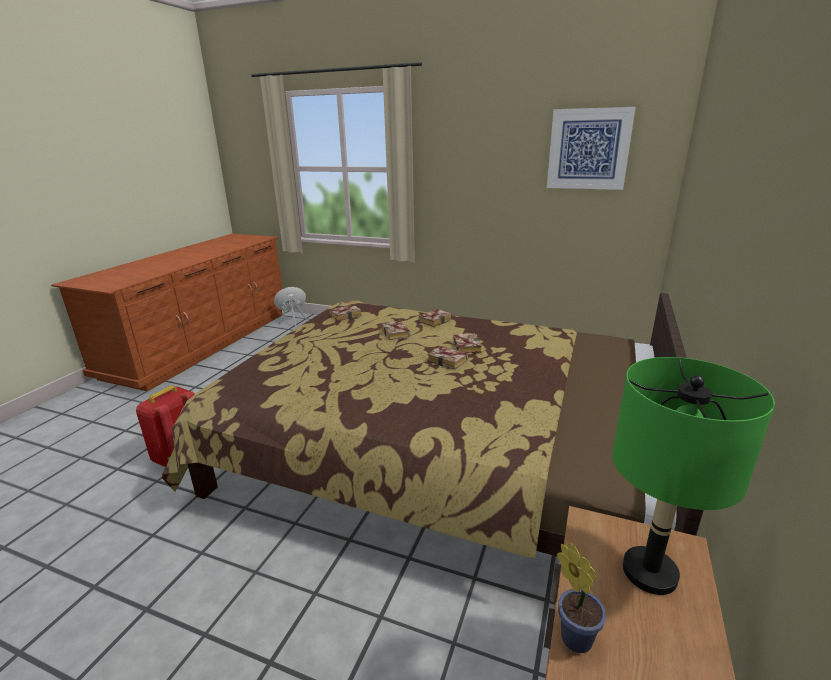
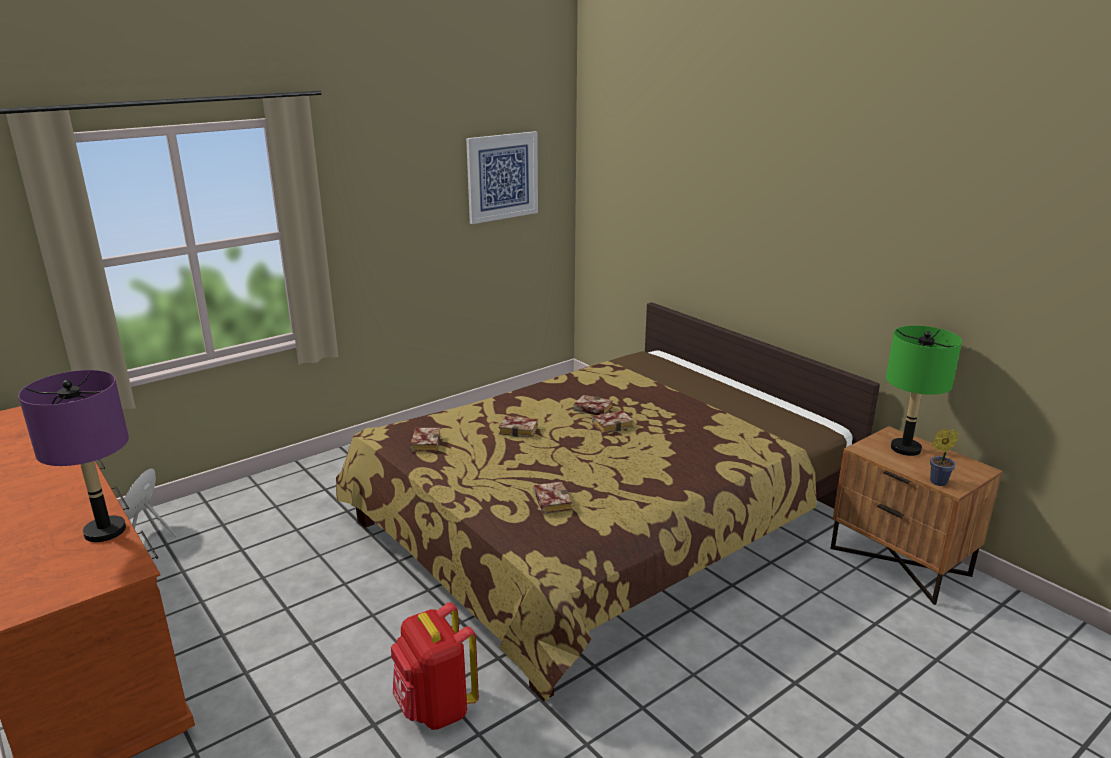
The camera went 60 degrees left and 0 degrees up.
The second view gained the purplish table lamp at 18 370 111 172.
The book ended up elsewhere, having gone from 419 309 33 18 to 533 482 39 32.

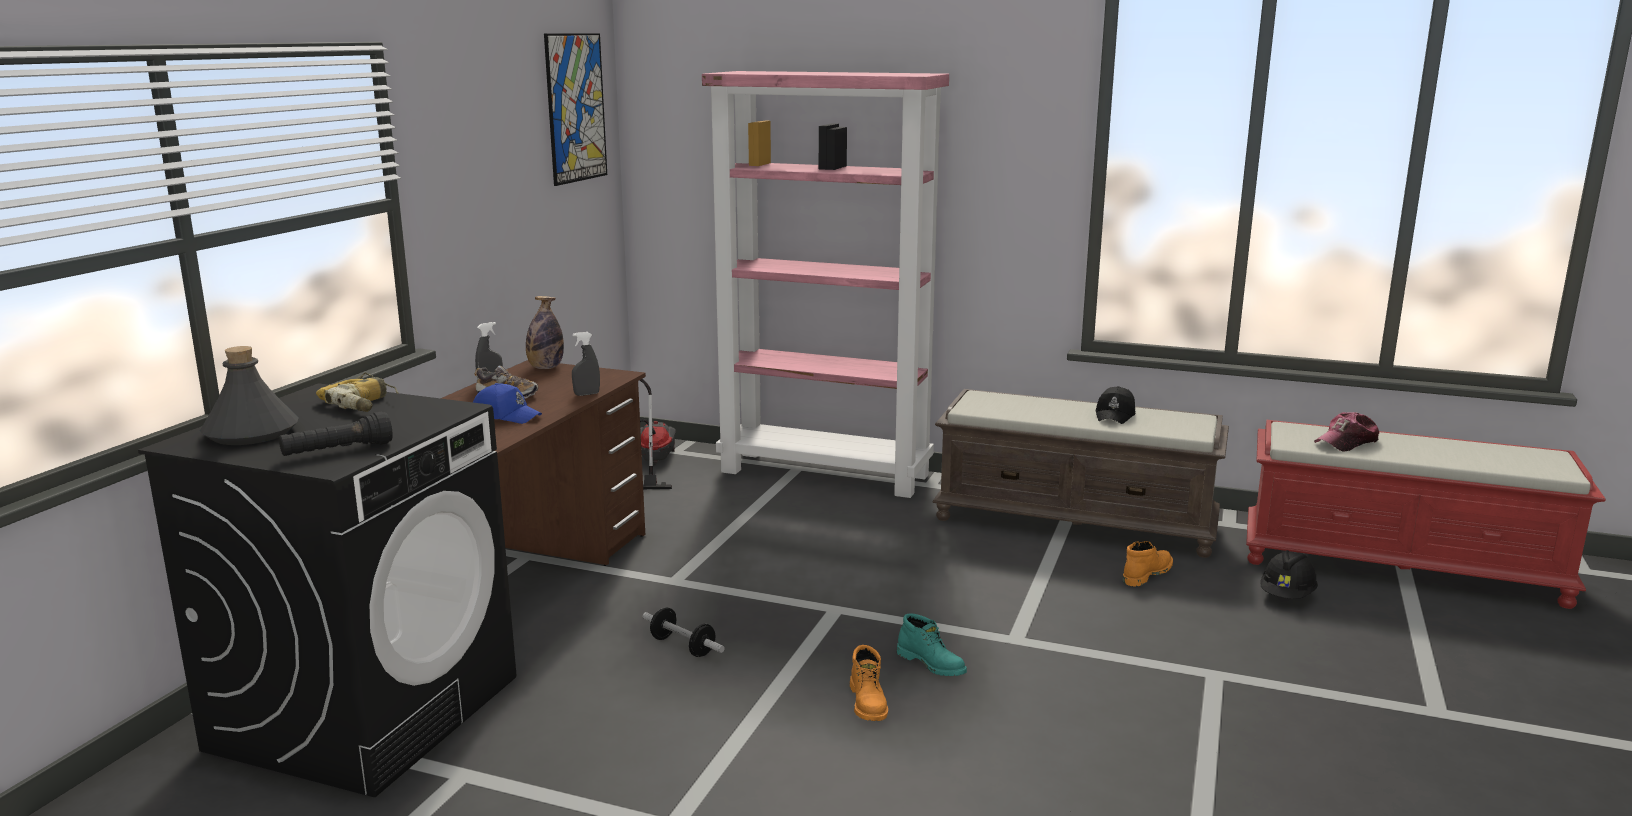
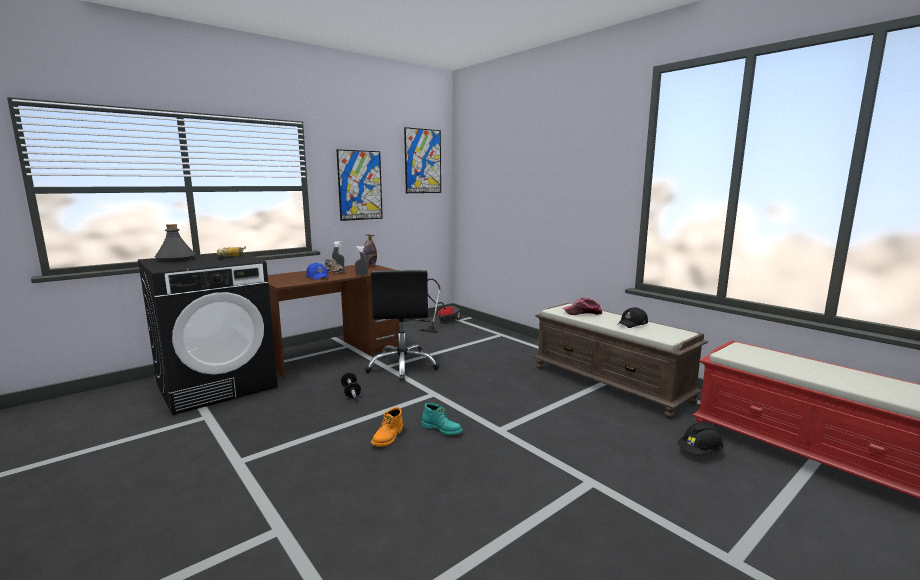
The camera went 30 degrees right and 5 degrees down.
The second view lost the black hand torch at 279 412 114 44.
The second view lost the pink-coloured bookcase at 702 71 247 427.
The second view lost the orange-coloured high-top boot at 1123 541 50 45.
The second view gained the wall art at 336 149 47 72.
The second view gained the black computer chair at 365 270 74 111.
The baseball cap ended up elsewhere, having gone from 1314 412 65 40 to 563 298 40 17.
The blue-green high-top boot at 897 613 70 63 ended up facing another way, 45 degrees counterclockwise from before.

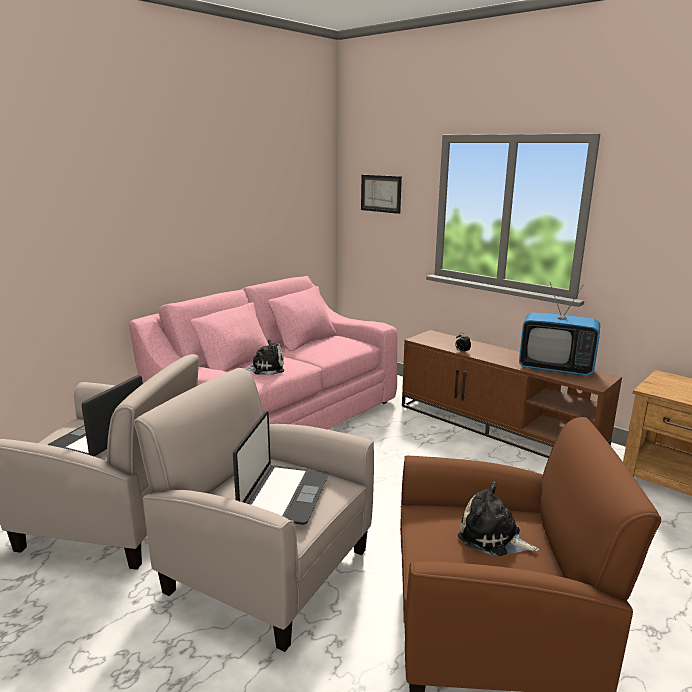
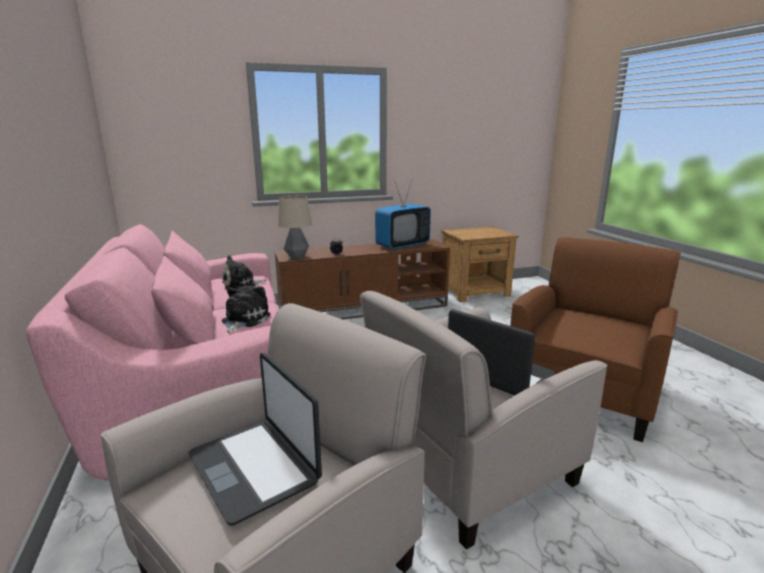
The camera went 60 degrees left and 0 degrees up.
The second view lost the wall art at 361 175 41 39.
The second view gained the table lamp at 278 196 34 63.
The soft toy ended up elsewhere, having gone from 458 481 81 75 to 222 255 45 34.

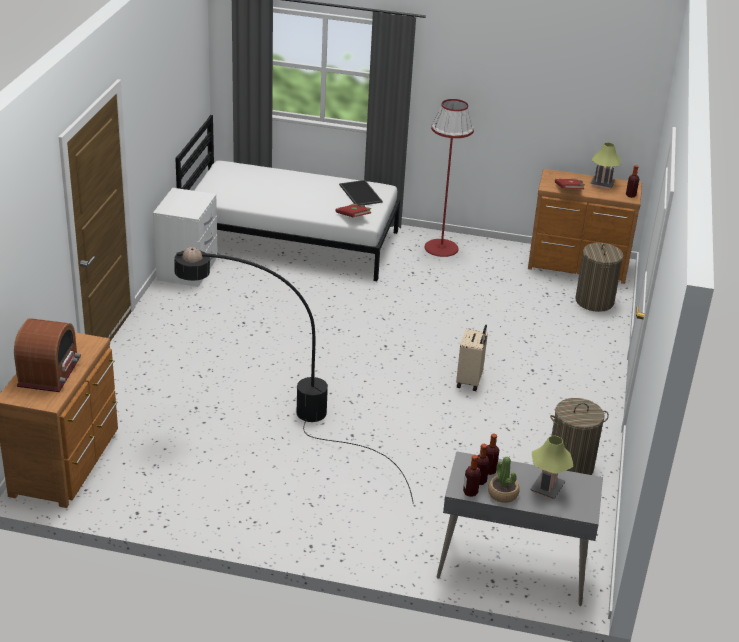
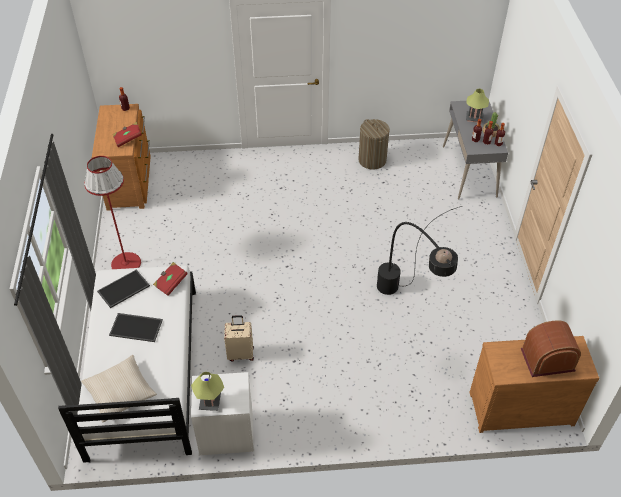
The camera went 105 degrees left and 15 degrees up.
The second view lost the hamper at 575 242 48 70.
The second view gained the beige-coloured cushion at 81 355 76 68.
The second view gained the carrying tray at 109 313 54 29.
The beige-coloured suitcase ended up elsewhere, having gone from 456 325 32 66 to 224 315 30 46.
The table lamp ended up elsewhere, having gone from 590 142 31 47 to 191 372 33 39.

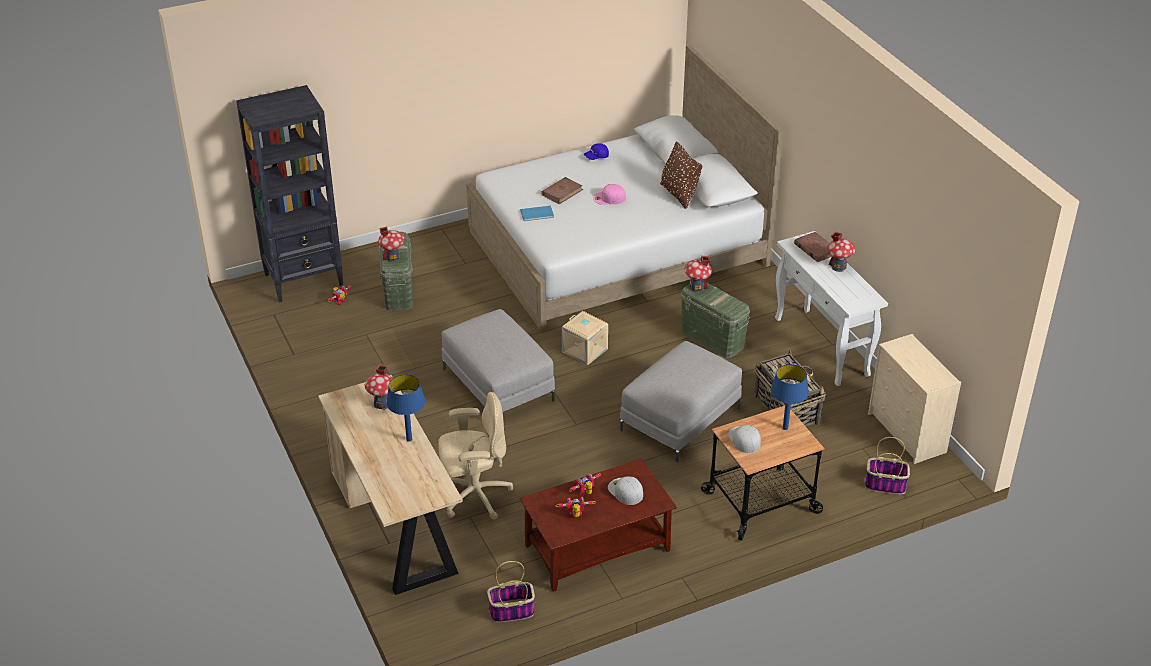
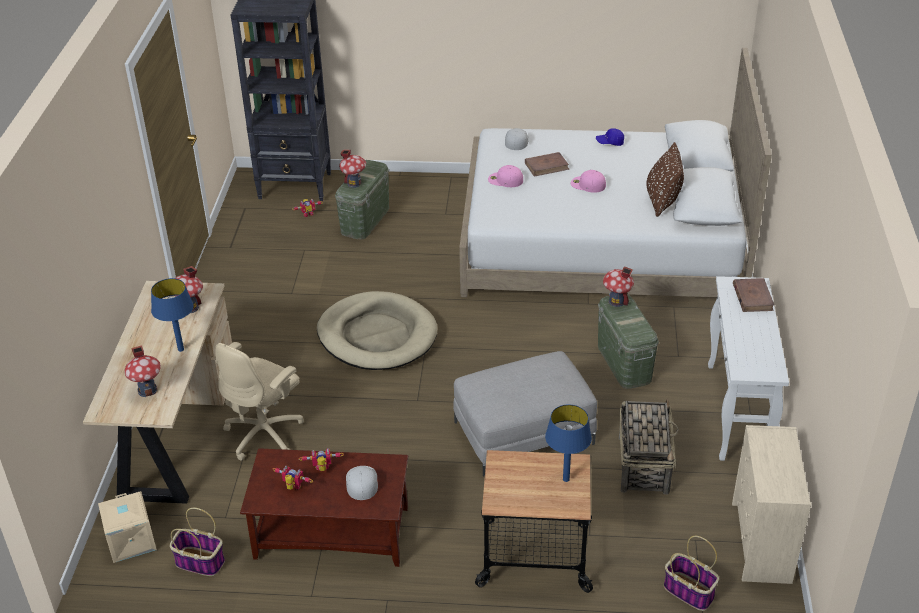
The camera went 30 degrees right and 0 degrees up.
The beige-coloured storage box ended up elsewhere, having gone from 562 311 46 55 to 98 491 59 72.
The whitish baseball cap ended up elsewhere, having gone from 728 425 33 28 to 505 128 24 22.
The toy house ended up elsewhere, having gone from 827 231 29 41 to 125 345 36 52.
Where the gray ottoman stood at 442 309 113 103, the beige-coloured dog bed came to stand at 317 291 121 79.
Where the blue book stood at 520 206 34 15, the pink-coloured baseball cap came to stand at 488 165 35 22.
The beige-coloured computer chair at 438 392 75 128 ended up facing another way, 105 degrees clockwise from before.

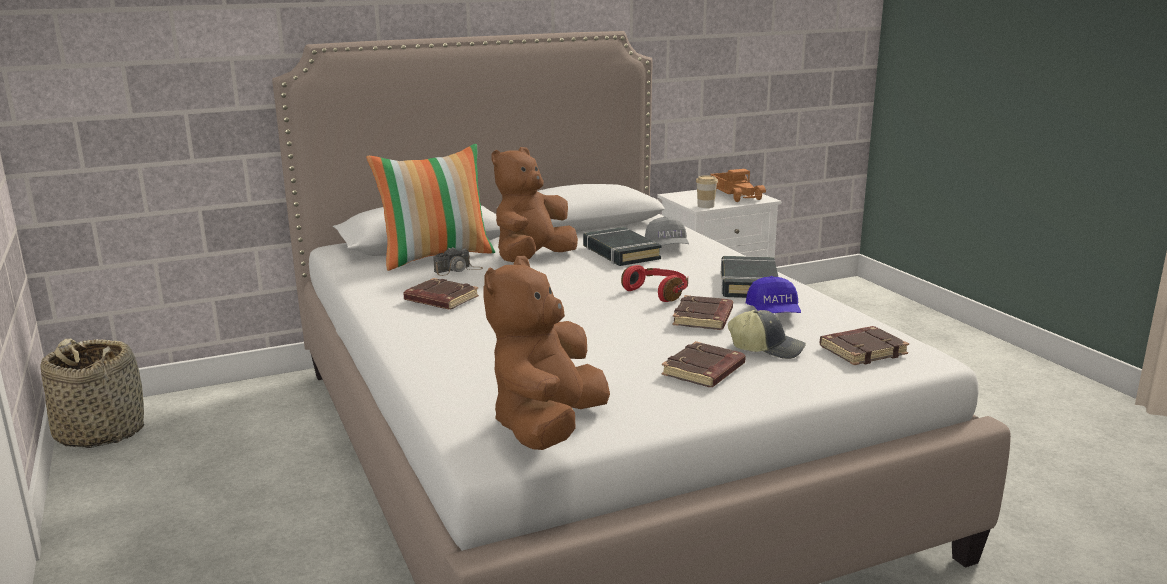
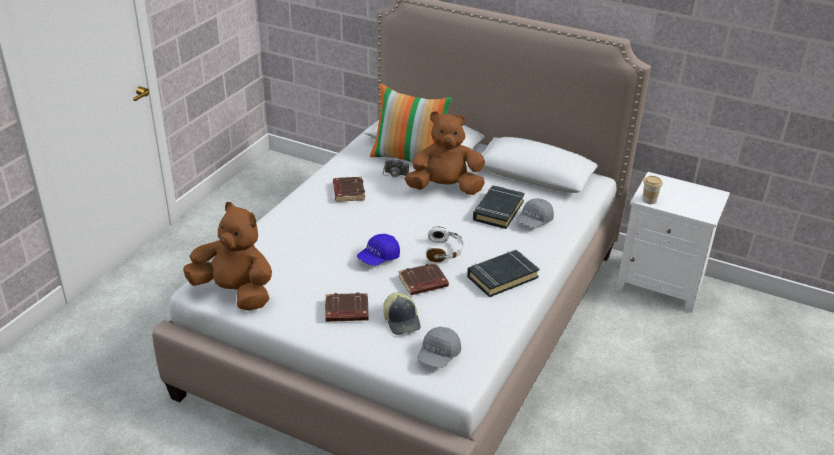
The camera went 50 degrees right and 15 degrees up.
The second view lost the basket at 41 338 103 110.
The second view lost the model truck at 710 169 56 33.
The blue baseball cap ended up elsewhere, having gone from 746 276 55 37 to 357 234 43 32.
Where the brown book stood at 820 326 89 39, the gray baseball cap came to stand at 417 327 44 41.
What was the red headphones at 621 265 67 37 turned into the whitish headphones at 426 227 37 35.
The brown soft toy at 483 256 127 194 ended up facing another way, 45 degrees clockwise from before.

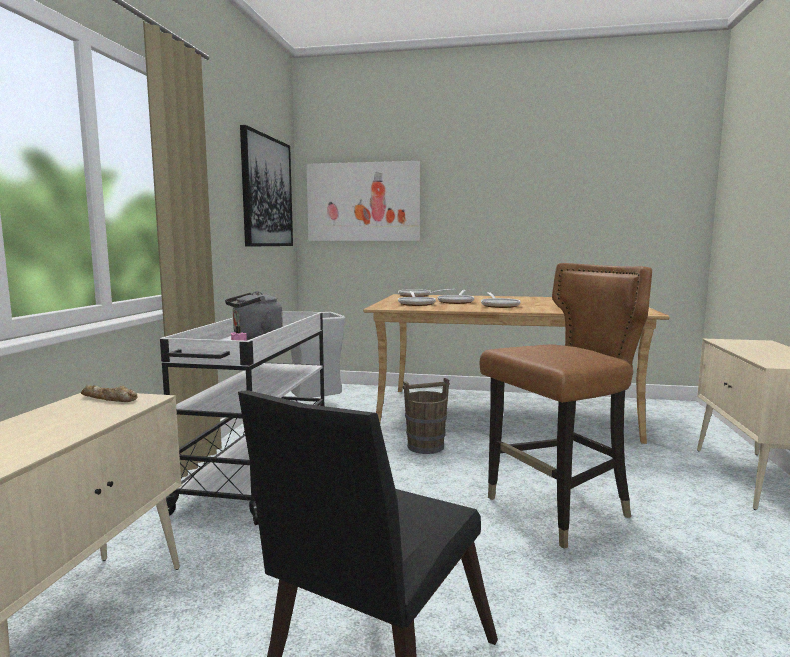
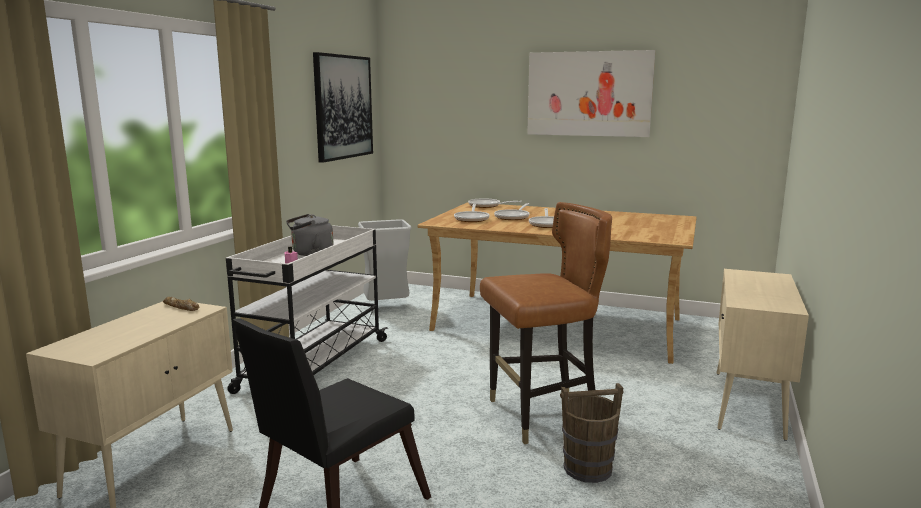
The camera went 10 degrees right and 5 degrees up.
The wall art ended up elsewhere, having gone from 307 161 113 80 to 527 50 128 87.
The brown water bucket ended up elsewhere, having gone from 403 378 47 76 to 560 383 64 100.

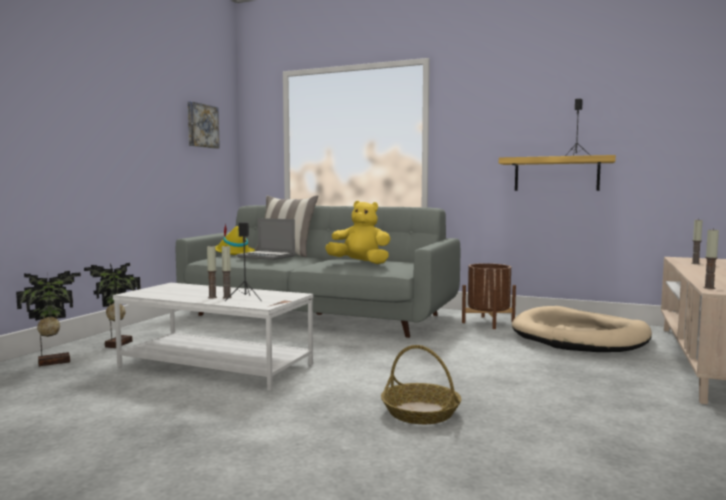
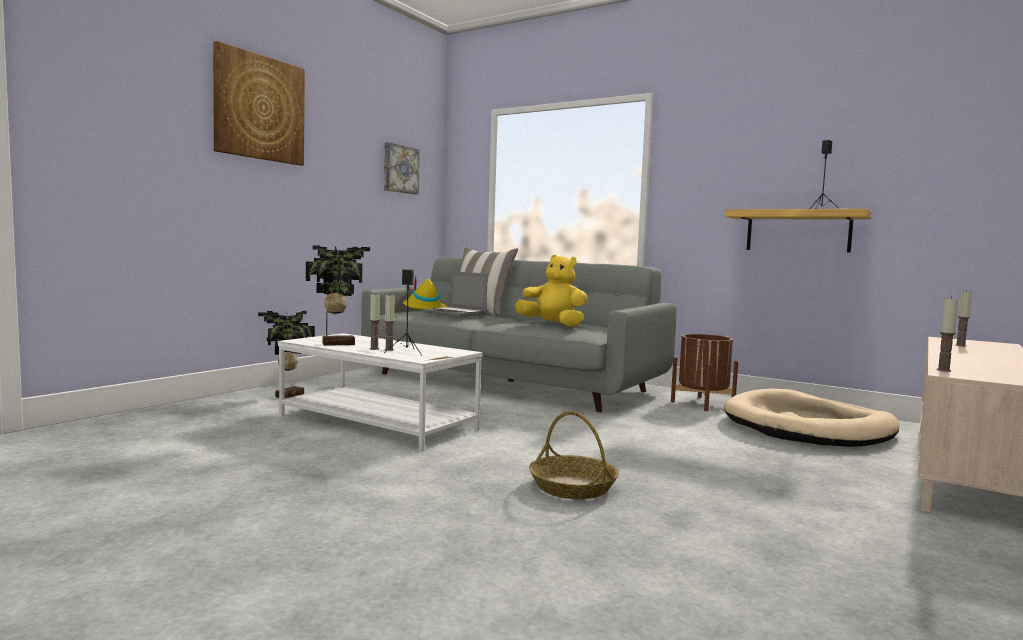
The camera went 10 degrees right and 0 degrees up.
The second view gained the wall art at 213 41 92 125.
The houseplant ended up elsewhere, having gone from 16 271 65 96 to 306 245 64 101.

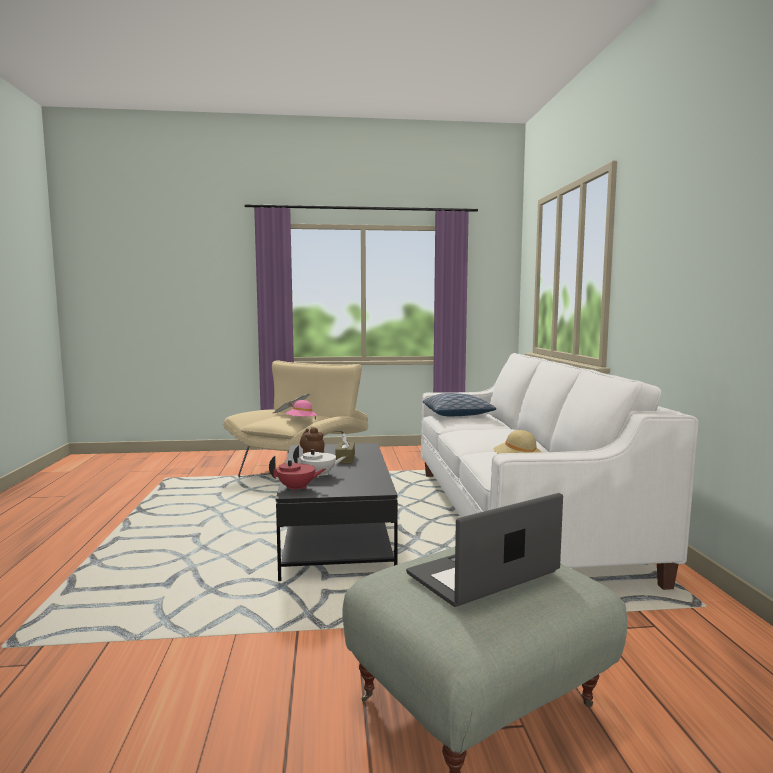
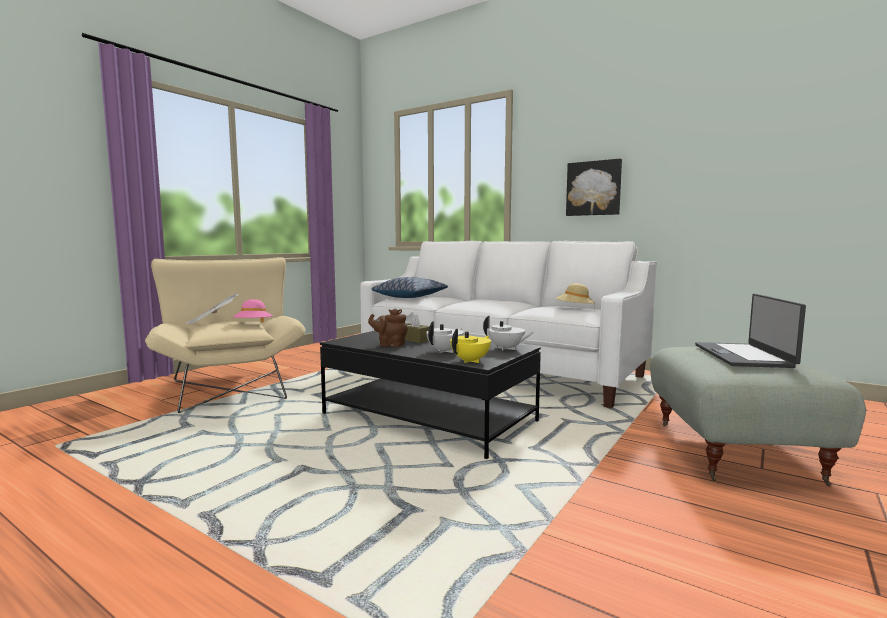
The camera went 50 degrees left and 0 degrees up.
The second view gained the whitish tea pot at 483 315 51 36.
The second view gained the wall art at 566 158 56 58.
What was the red tea pot at 269 456 56 36 turned into the yellow-coloured tea pot at 450 329 41 34.

